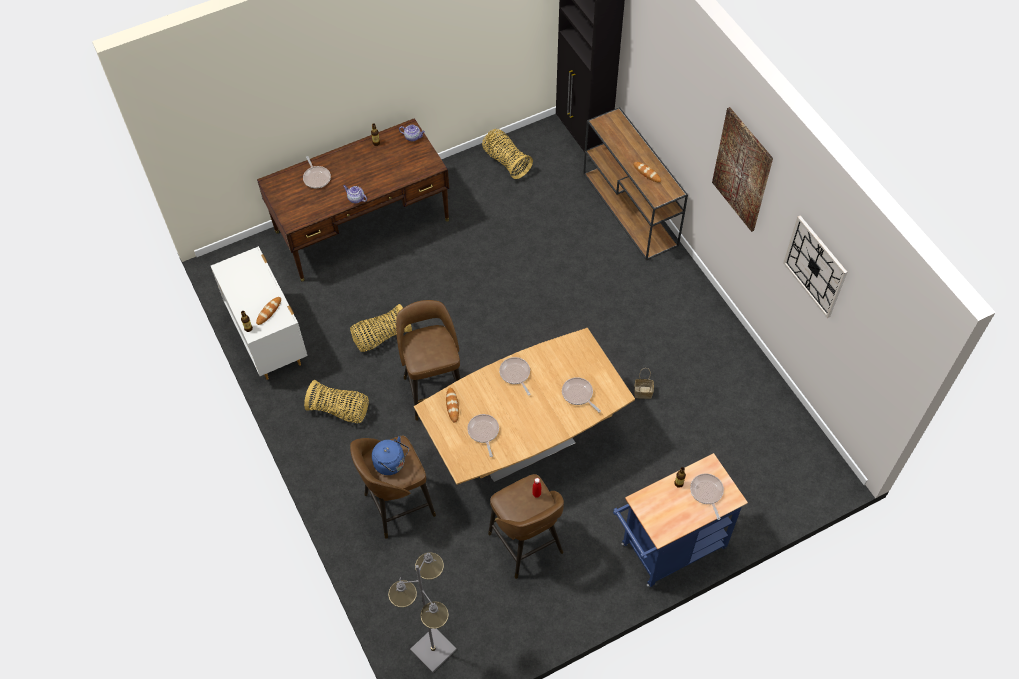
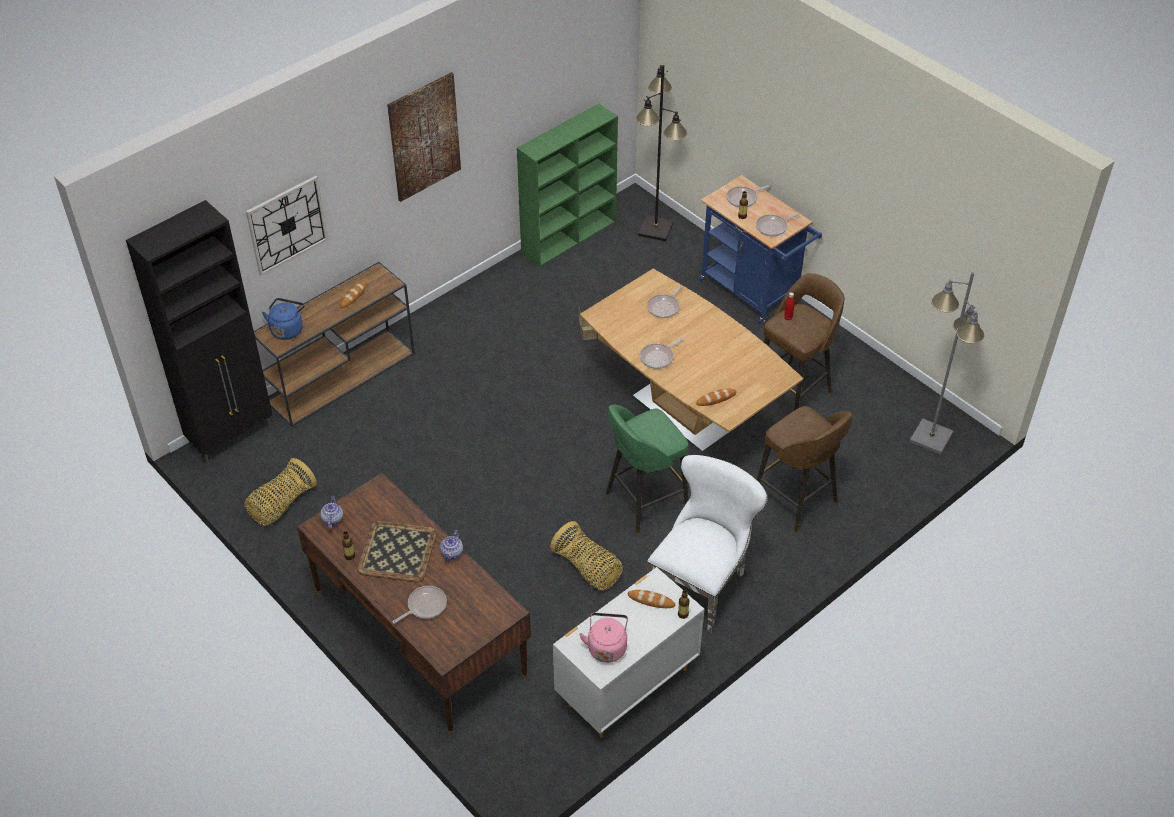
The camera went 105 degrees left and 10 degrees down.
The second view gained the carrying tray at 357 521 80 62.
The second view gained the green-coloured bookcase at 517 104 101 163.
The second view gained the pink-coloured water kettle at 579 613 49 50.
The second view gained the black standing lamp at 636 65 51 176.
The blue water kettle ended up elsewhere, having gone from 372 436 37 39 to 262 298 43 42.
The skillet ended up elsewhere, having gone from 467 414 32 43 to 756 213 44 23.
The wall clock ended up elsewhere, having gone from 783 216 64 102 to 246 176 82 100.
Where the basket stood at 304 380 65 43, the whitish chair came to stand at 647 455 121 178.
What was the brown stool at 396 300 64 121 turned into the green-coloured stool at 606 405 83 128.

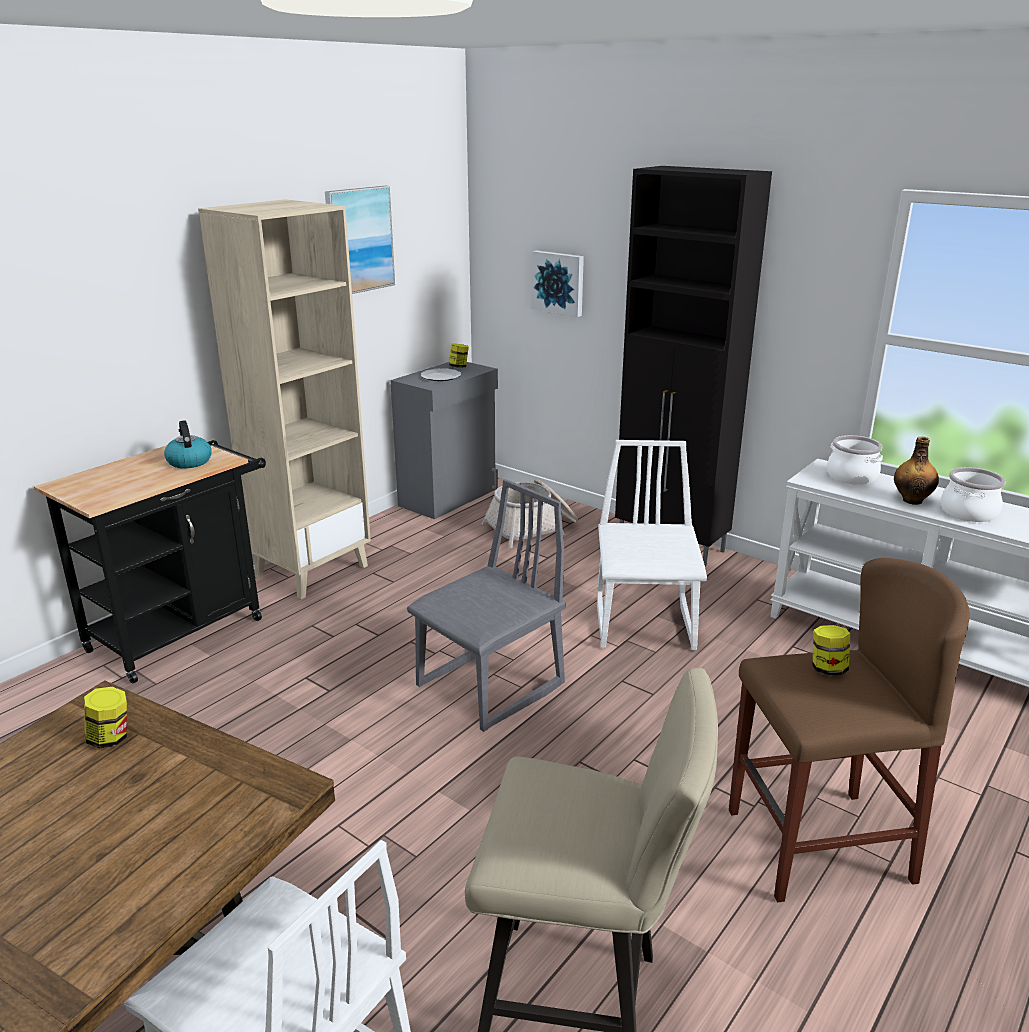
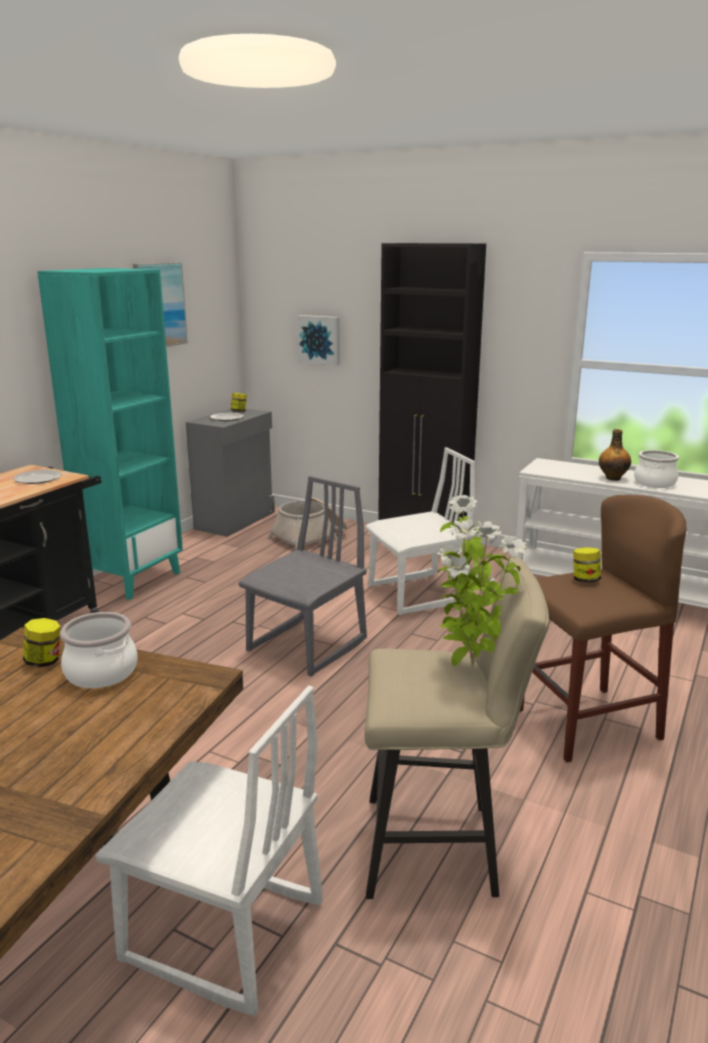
The camera went 10 degrees left and 5 degrees down.
The second view gained the houseplant at 437 495 90 172.
The saucepot ended up elsewhere, having gone from 827 435 56 50 to 60 612 78 76.
Where the water kettle stood at 164 420 47 49, the flat dish came to stand at 13 470 49 14.
What was the beige-coloured bookcase at 198 199 173 400 turned into the blue-green bookcase at 37 268 146 332.
The whitish chair at 597 440 110 210 ended up facing another way, 75 degrees clockwise from before.

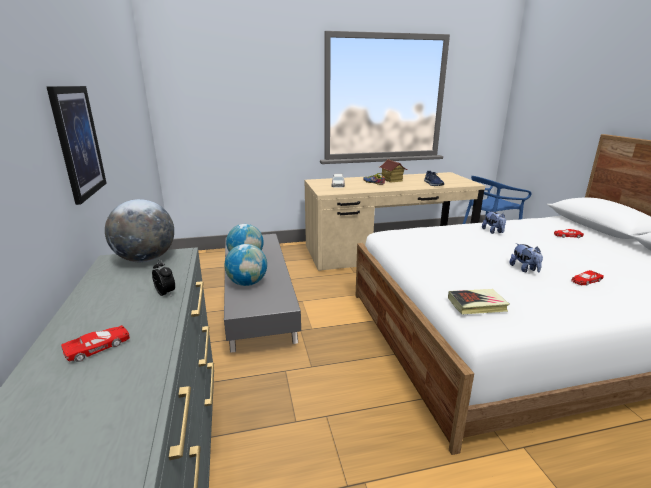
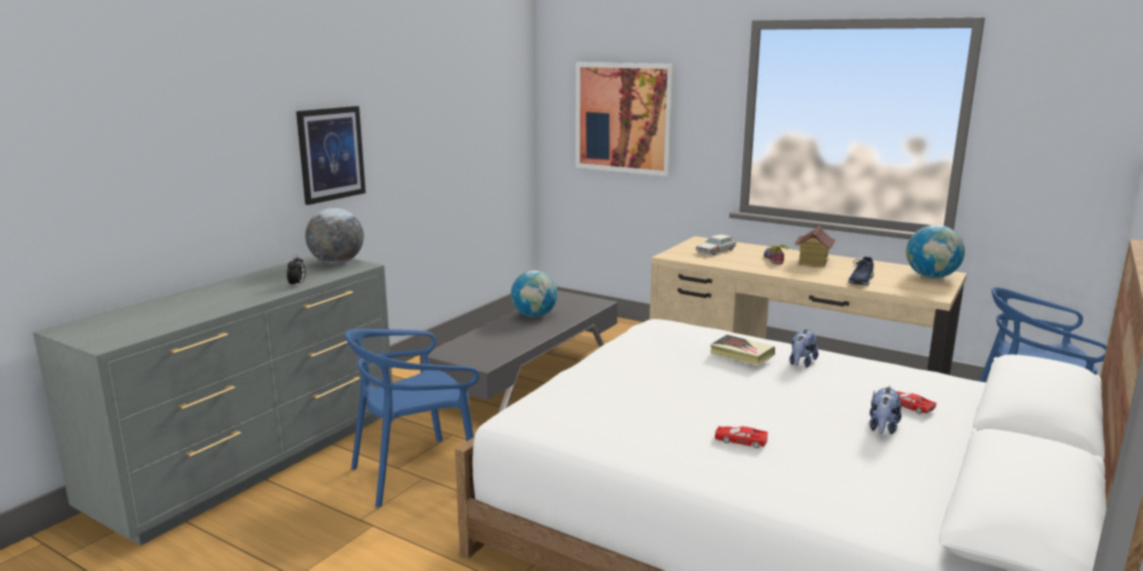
The camera went 45 degrees right and 5 degrees down.
The second view lost the red miniature car at 61 325 69 37.
The second view gained the blue chair at 345 329 134 179.
The second view gained the wall art at 576 62 98 114.
The globe ended up elsewhere, having gone from 224 244 43 42 to 906 225 59 53.
The book ended up elsewhere, having gone from 448 289 62 25 to 710 335 65 31.
The soft toy ended up elsewhere, having gone from 509 243 34 29 to 870 386 32 48.

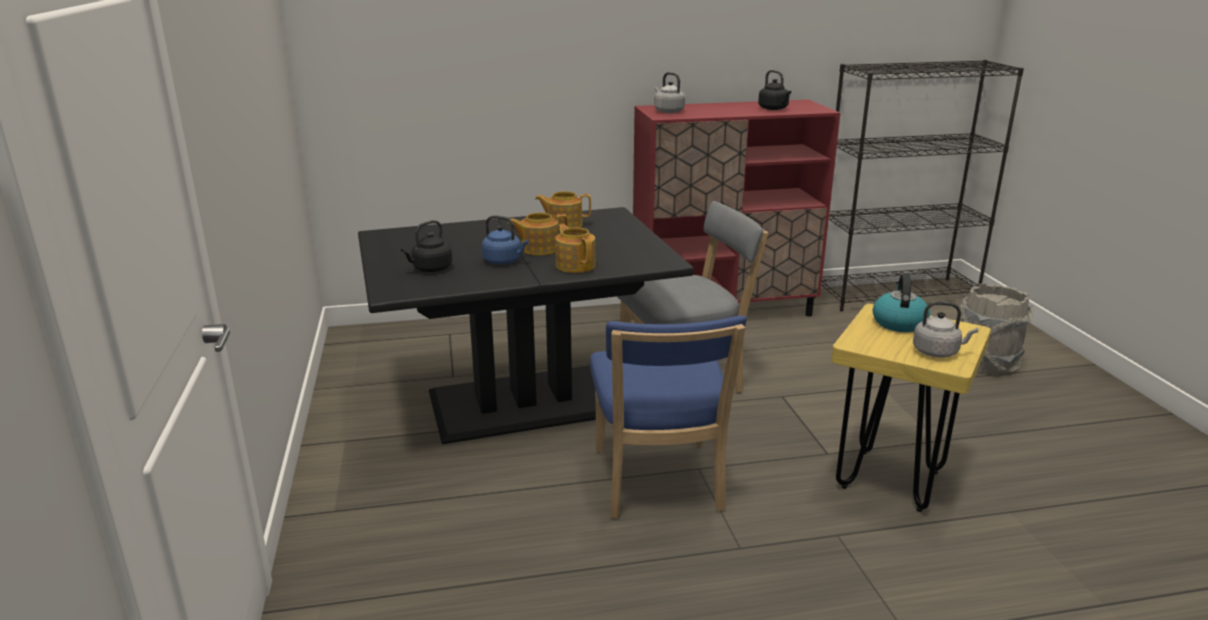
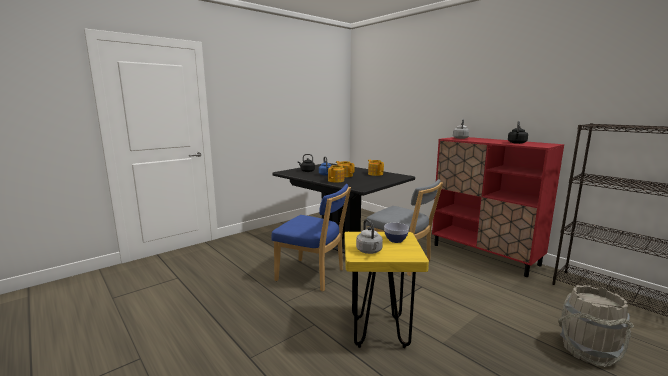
The camera went 60 degrees right and 10 degrees down.
Where the water kettle stood at 873 273 57 59, the deep dish came to stand at 384 223 25 20.
The blue chair at 590 315 157 203 ended up facing another way, 120 degrees counterclockwise from before.

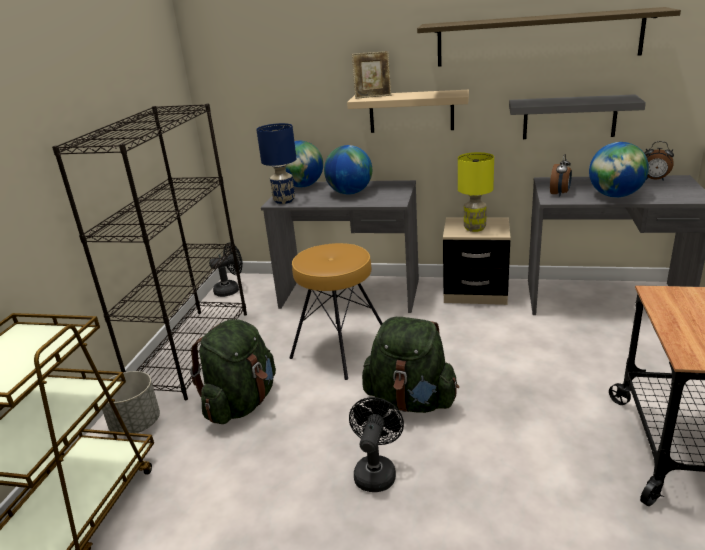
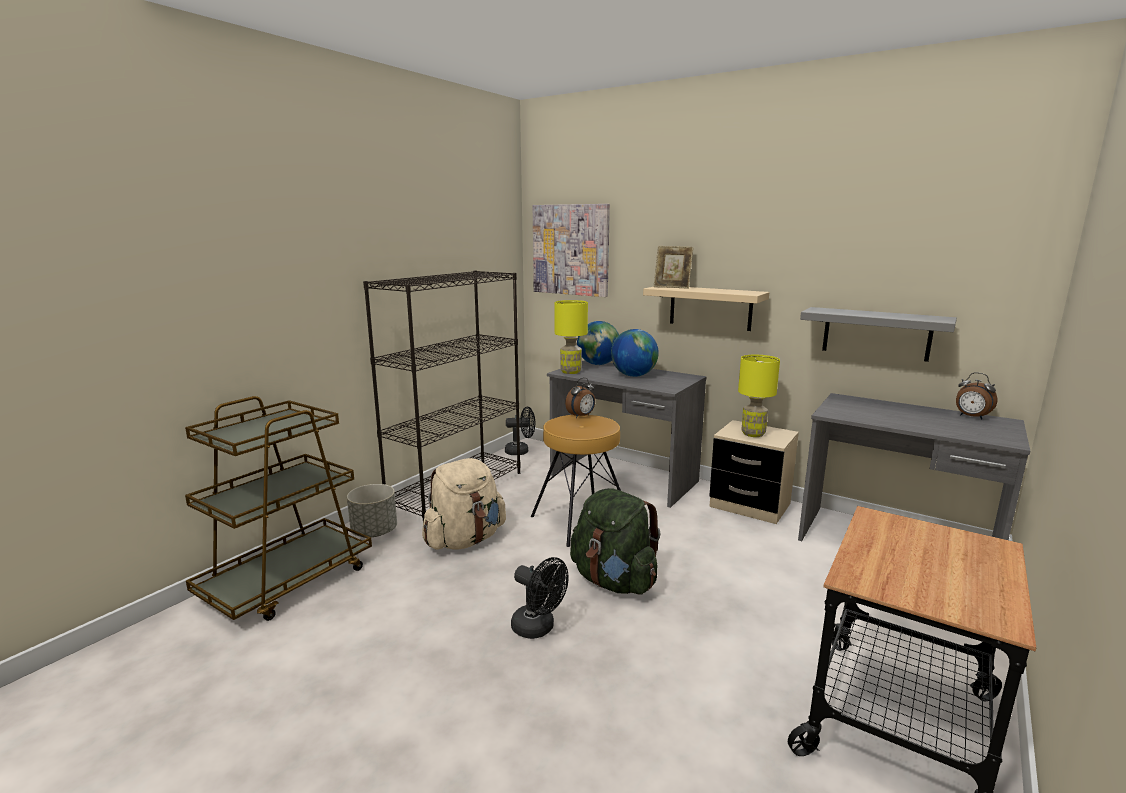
The camera went 20 degrees right and 10 degrees down.
The second view lost the shelf at 417 7 264 60.
The second view lost the globe at 589 142 60 56.
The second view gained the wall art at 533 204 77 93.
The table clock ended up elsewhere, having gone from 550 154 22 43 to 565 377 30 41.
What was the green-coloured rucksack at 190 319 86 105 turned into the beige-coloured rucksack at 422 458 84 92.
What was the blue table lamp at 256 123 40 81 turned into the yellow-coloured table lamp at 555 300 33 74.
The black cooling fan at 349 397 55 95 ended up facing another way, 90 degrees clockwise from before.

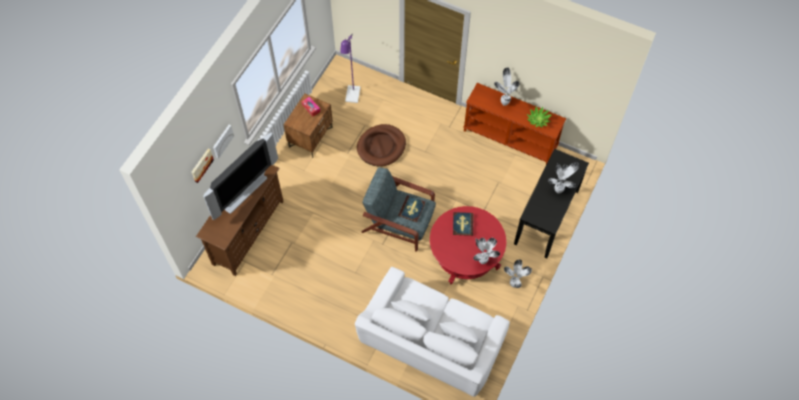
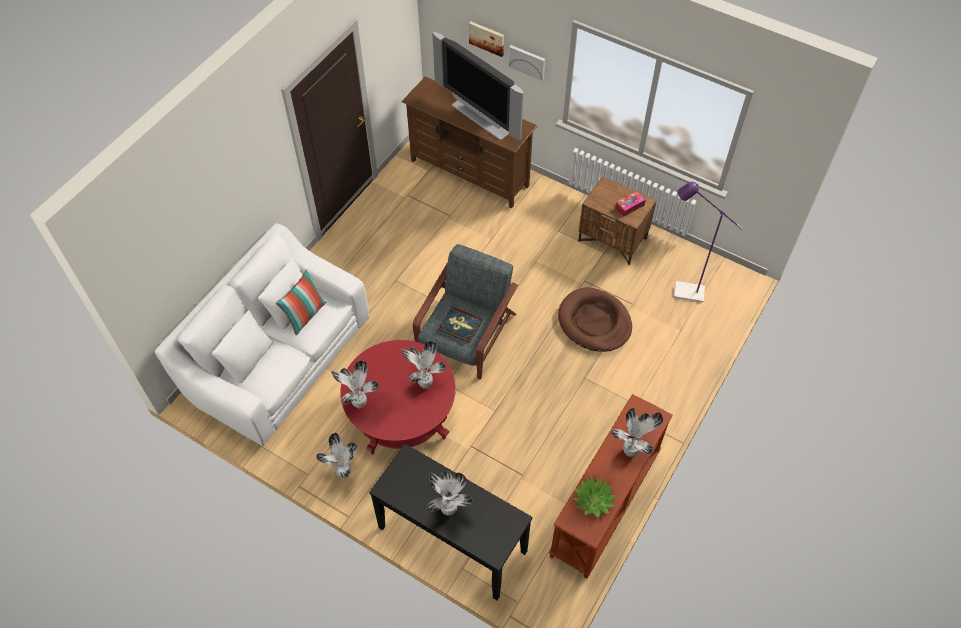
The camera went 95 degrees right and 5 degrees down.
The second view gained the cushion at 276 269 51 66.
Where the book stood at 453 212 20 24, the houseplant came to stand at 401 341 45 48.

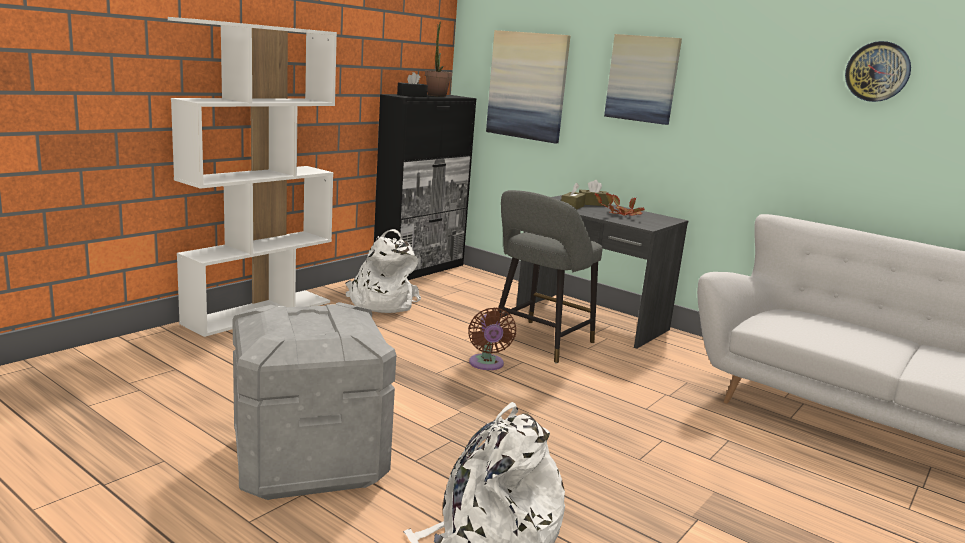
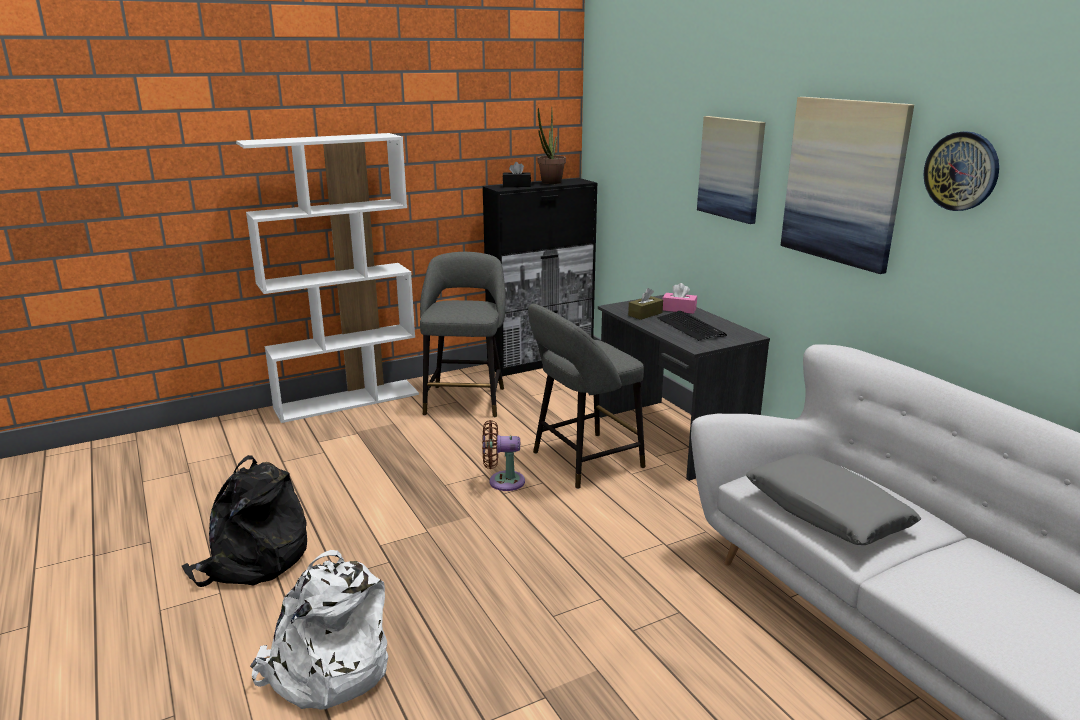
The camera went 25 degrees right and 5 degrees up.
The second view gained the gray cushion at 746 454 175 91.
The wall art ended up elsewhere, having gone from 486 30 84 114 to 781 97 133 177.
Where the gray storage box stood at 232 302 164 198, the black rucksack came to stand at 182 455 125 132.
Where the whitish rucksack stood at 345 229 76 84, the gray stool came to stand at 420 252 86 165.
Where the houseplant stood at 595 193 50 23, the PC keyboard came to stand at 657 311 70 30.
What was the brown tissue holder at 579 180 30 26 turned into the pink-coloured tissue holder at 662 283 35 31.
The brown cooling fan at 468 308 48 62 ended up facing another way, 75 degrees clockwise from before.

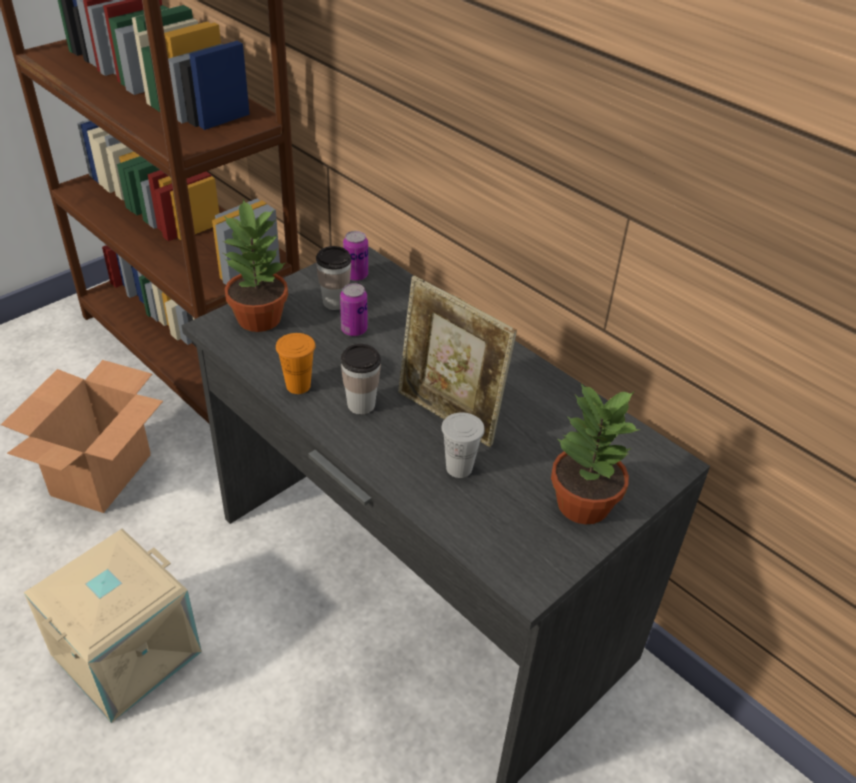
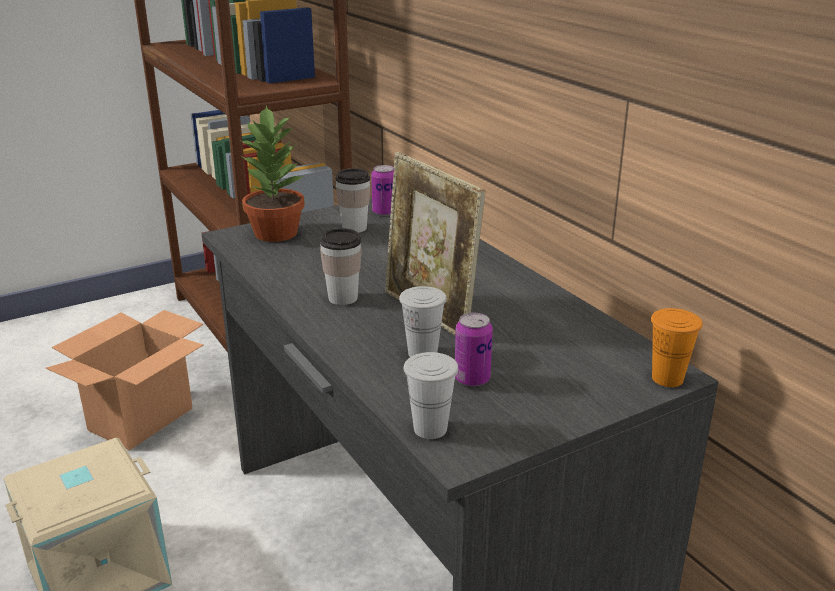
The camera went 15 degrees right and 15 degrees down.
The second view lost the houseplant at 551 383 89 141.
The second view gained the whitish small cup at 404 352 54 87.
The orange-coloured small cup ended up elsewhere, having gone from 276 333 39 61 to 651 308 52 79.
The metal can ended up elsewhere, having gone from 340 283 27 53 to 455 313 38 74.

